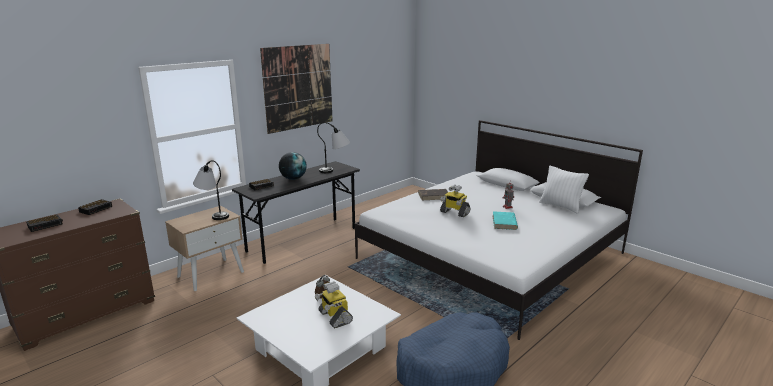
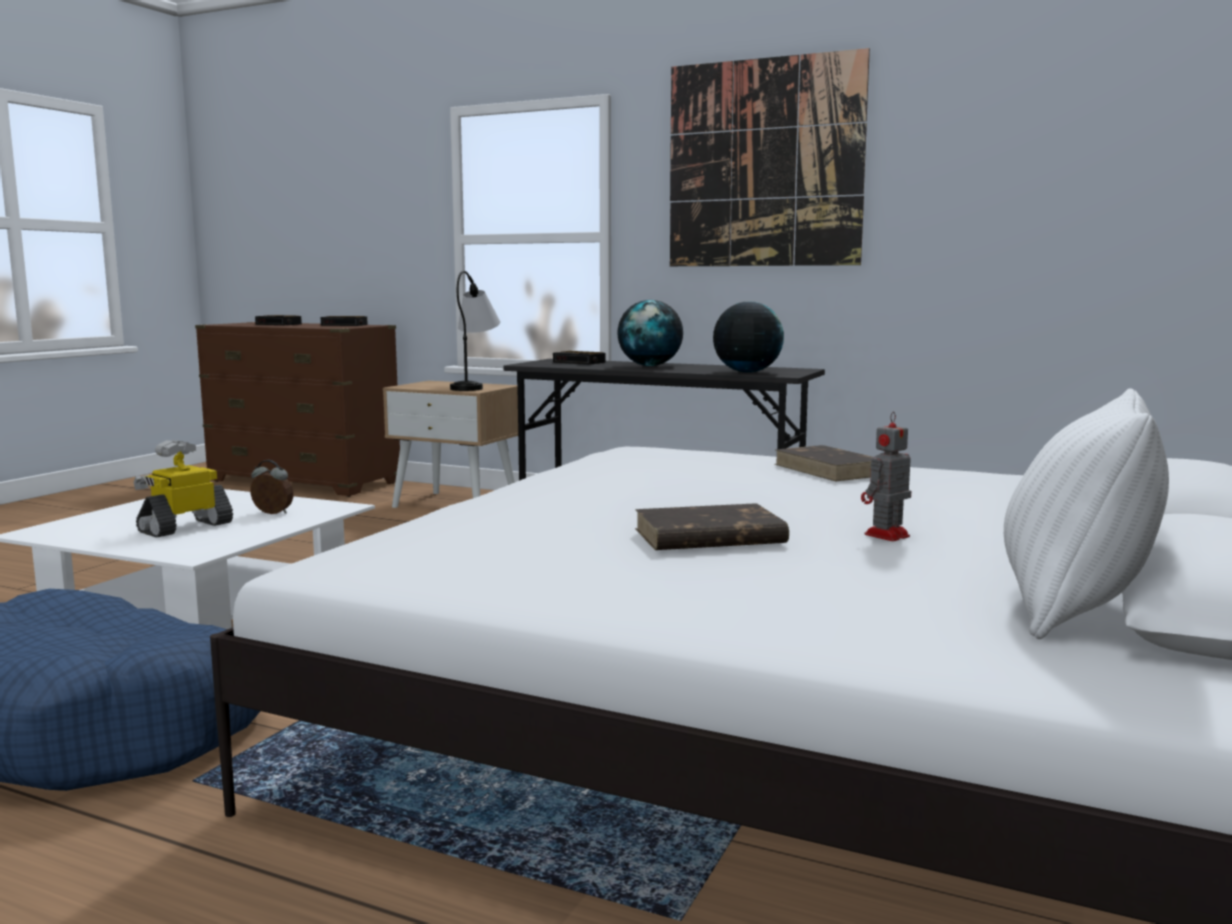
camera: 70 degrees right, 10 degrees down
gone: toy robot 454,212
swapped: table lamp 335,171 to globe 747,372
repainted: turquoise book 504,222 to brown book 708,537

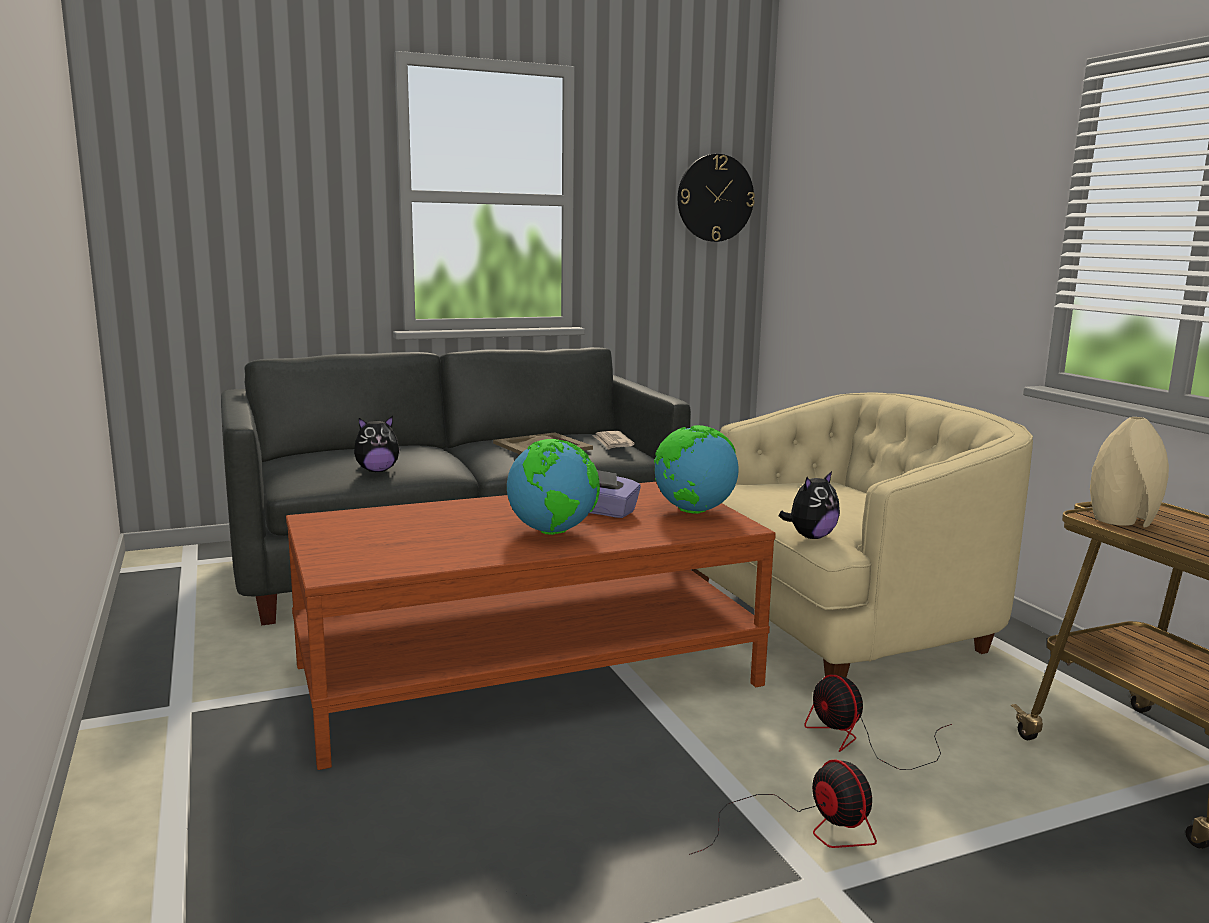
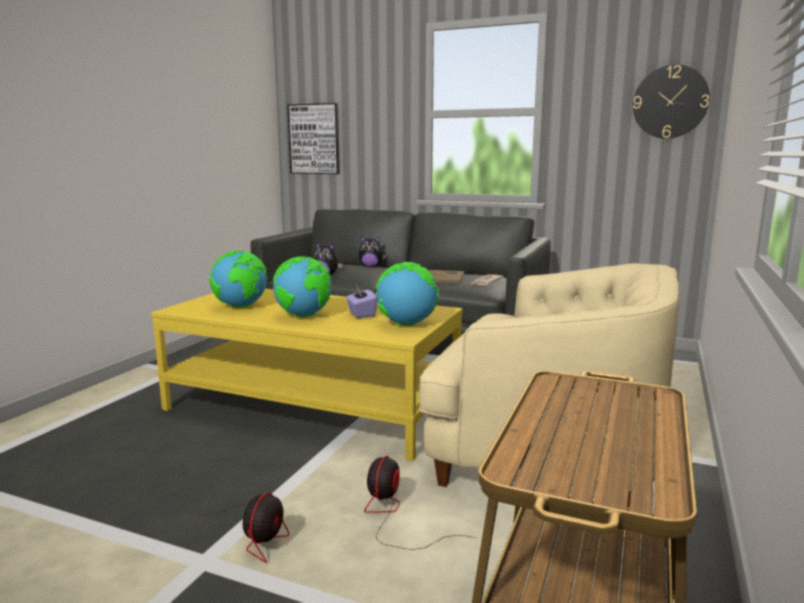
camera: 45 degrees right, 0 degrees up
gone: beige vase 1124,521
new: picture 314,139; globe 241,307
shifted: plush toy 810,537 to 371,266
repainted: brown coffee table 529,675 to yellow coffee table 313,407

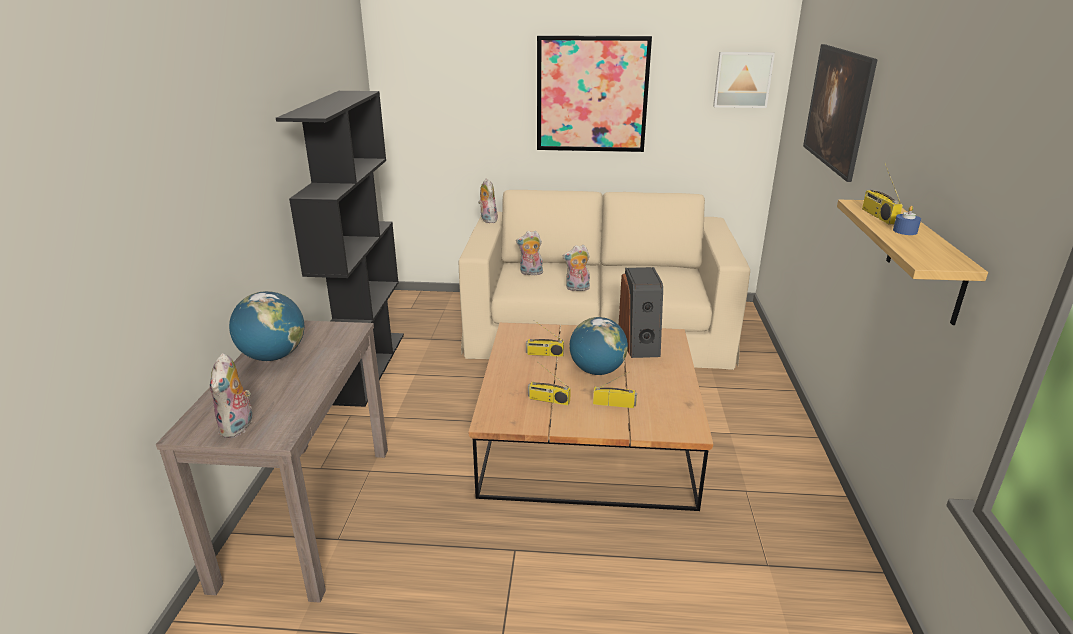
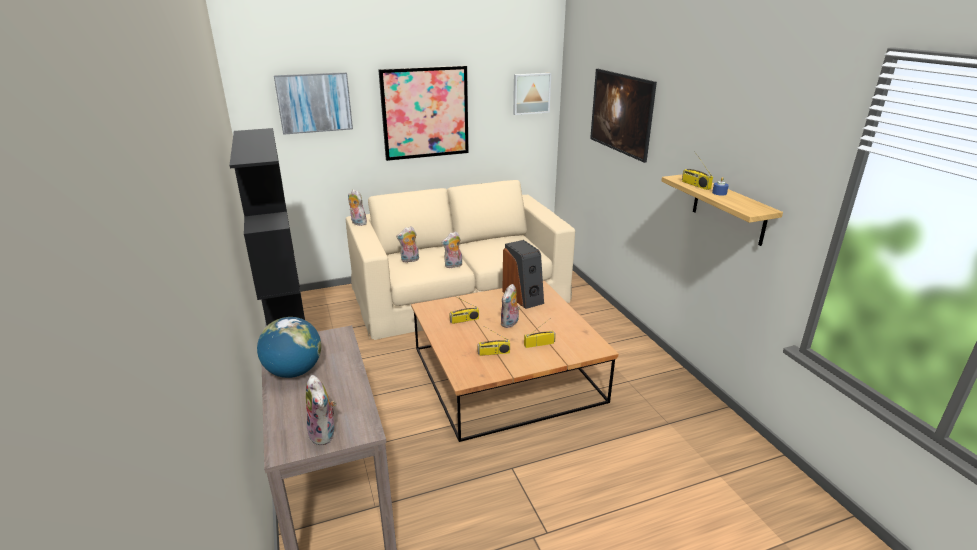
camera: 25 degrees left, 0 degrees up
new: picture 314,103
swapped: globe 597,371 to plush toy 510,323

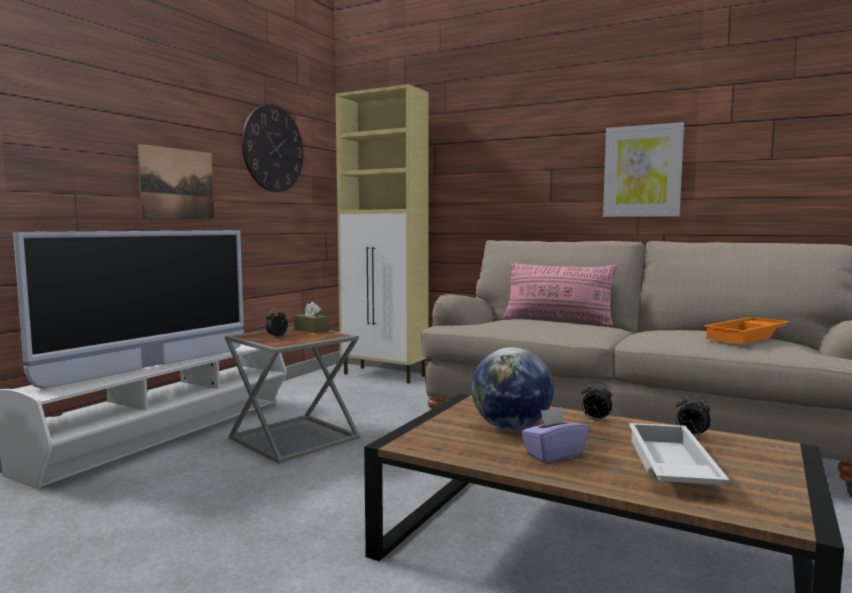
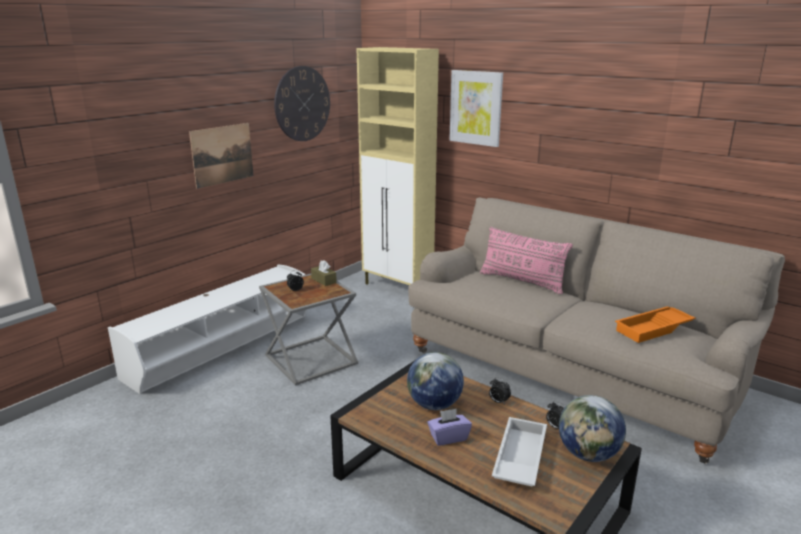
camera: 10 degrees right, 15 degrees up
gone: television 151,367
new: globe 588,454
shifted: picture 642,171 to 476,108

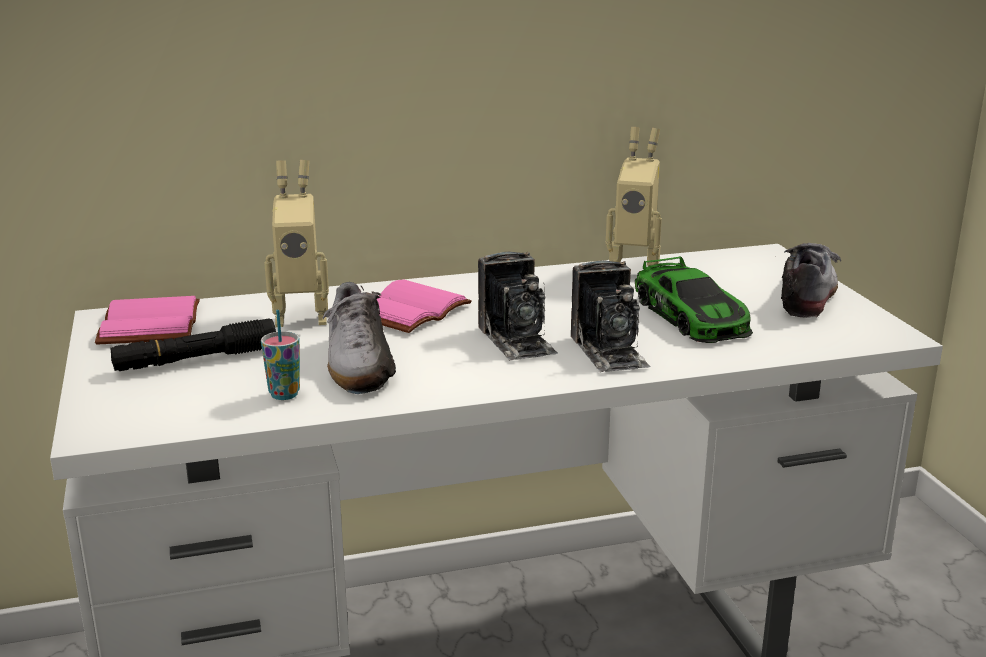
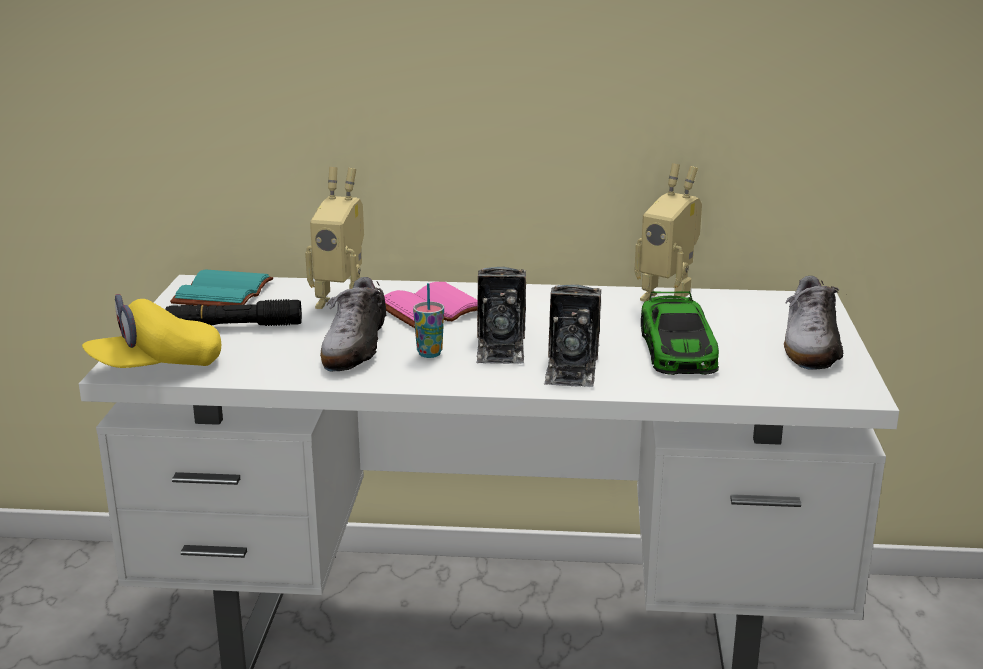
camera: 20 degrees right, 0 degrees up
new: yellow cap 156,368
shifted: cup 284,394 to 429,354
repainted: pink book 147,324 to turquoise book 221,292
rotated: shoe 807,296 = 810,345 150 degrees clockwise

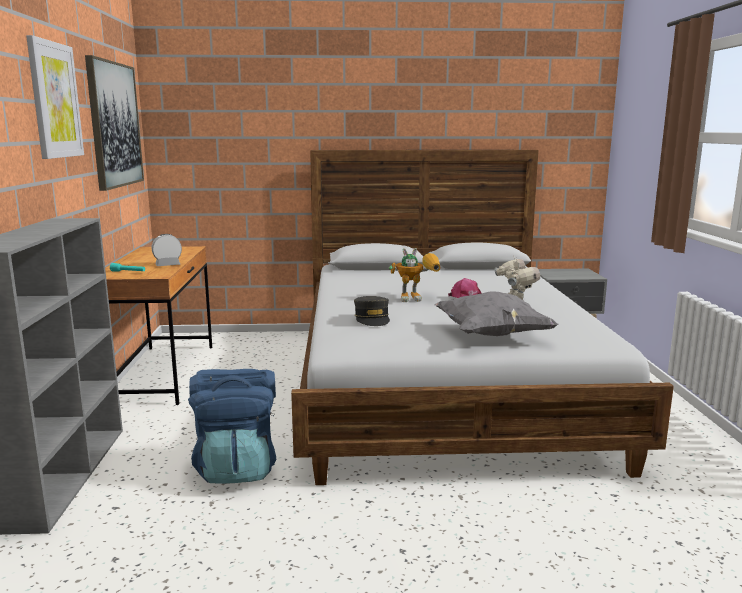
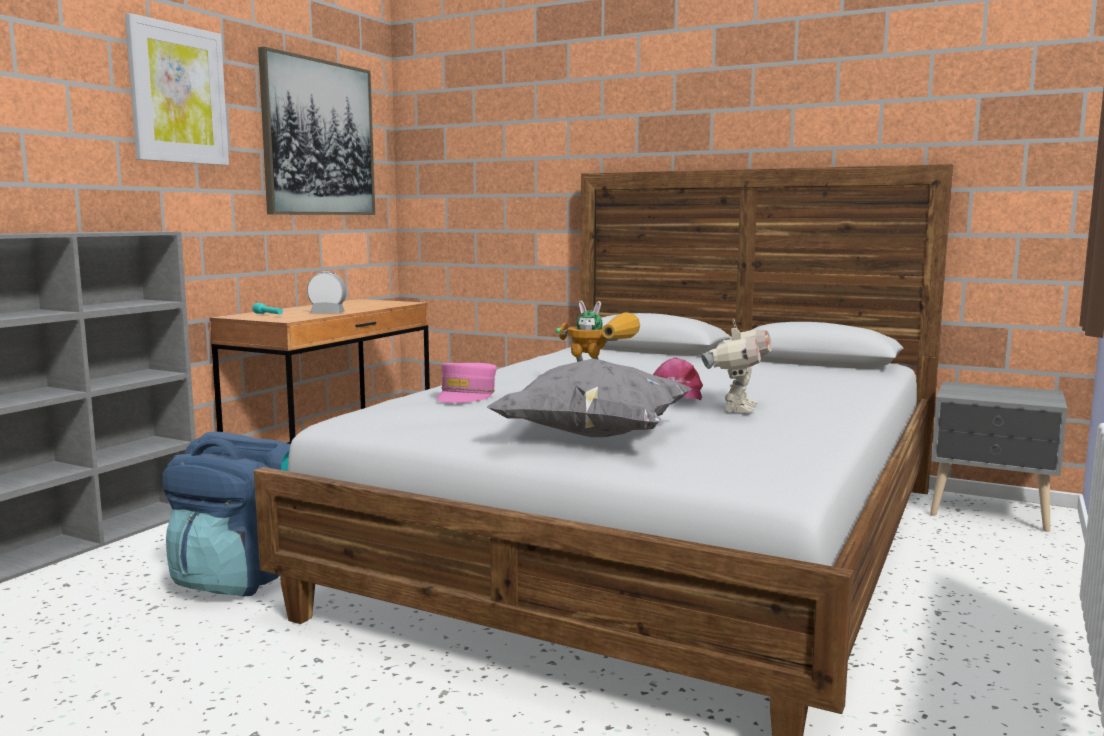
camera: 30 degrees right, 5 degrees down
repainted: grey cap 372,319 to pink cap 466,396

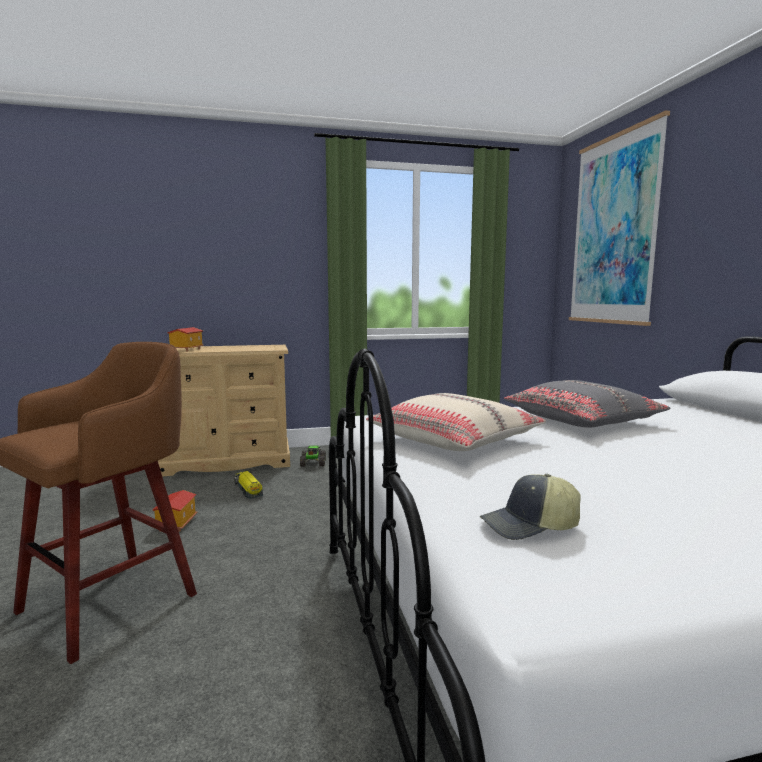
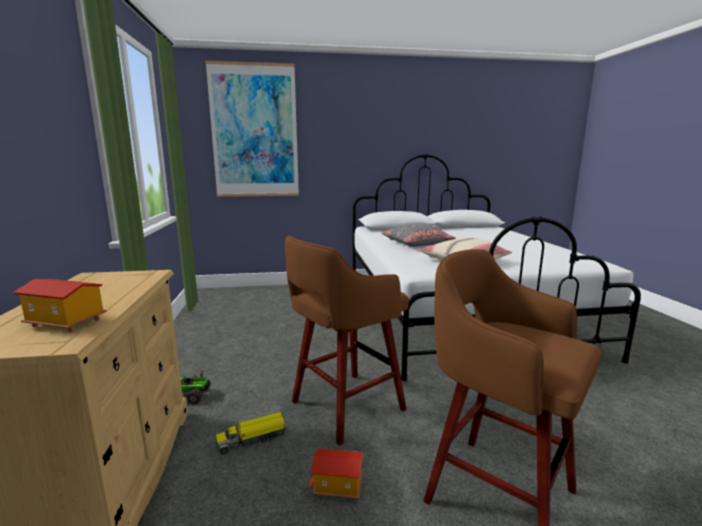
camera: 85 degrees left, 5 degrees up
gone: cap 530,527
new: brown stool 344,407

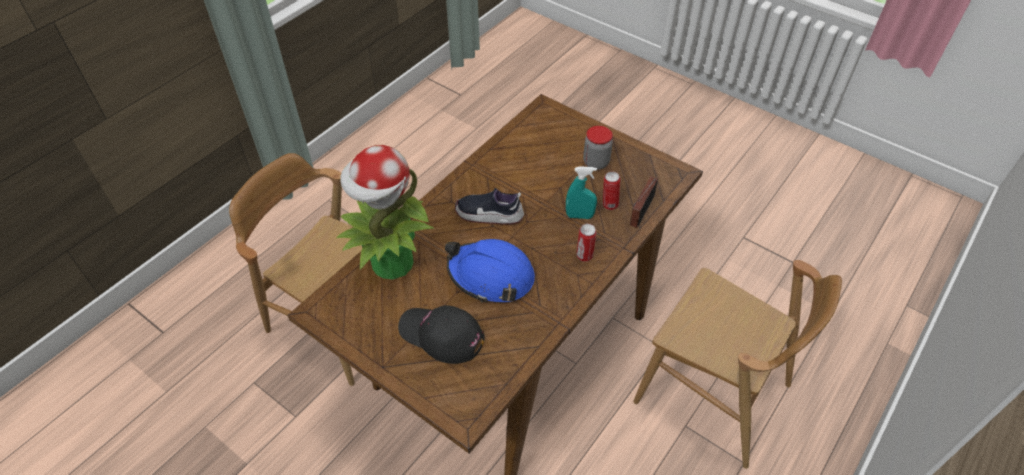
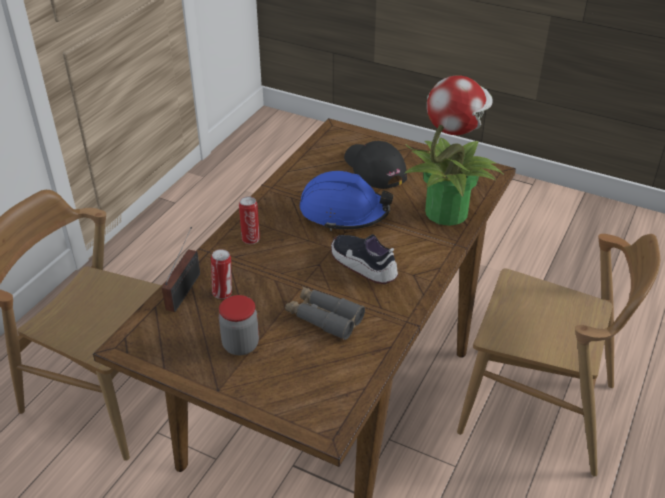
camera: 170 degrees right, 10 degrees down
gone: turquoise spray bottle 579,216
new: grey binoculars 324,318
rotated: shoe 489,215 = 363,265 135 degrees counterclockwise; black cap 441,335 = 374,168 135 degrees counterclockwise

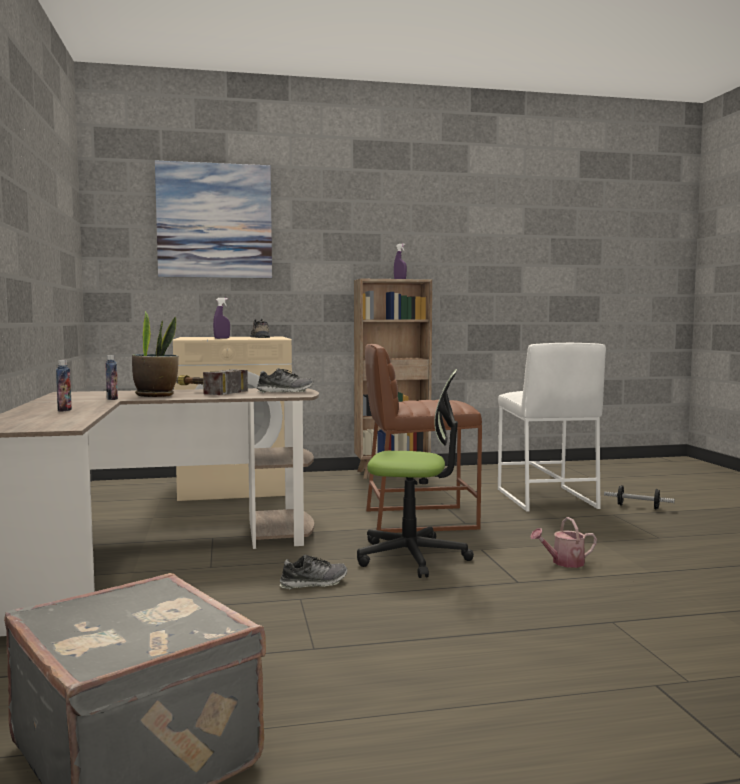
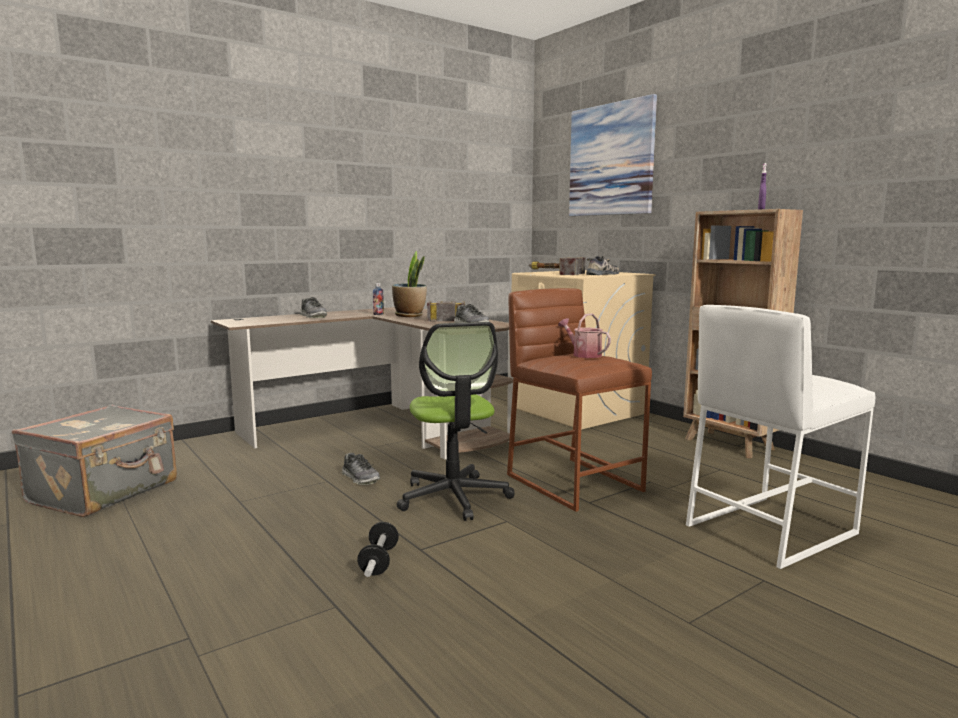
camera: 65 degrees right, 5 degrees up
shifted: dumbbell 638,507 to 379,562; watering can 564,562 to 583,354
swapped: purple spray bottle 222,338 to hammer 553,273; bottle 64,410 to shoe 313,317

